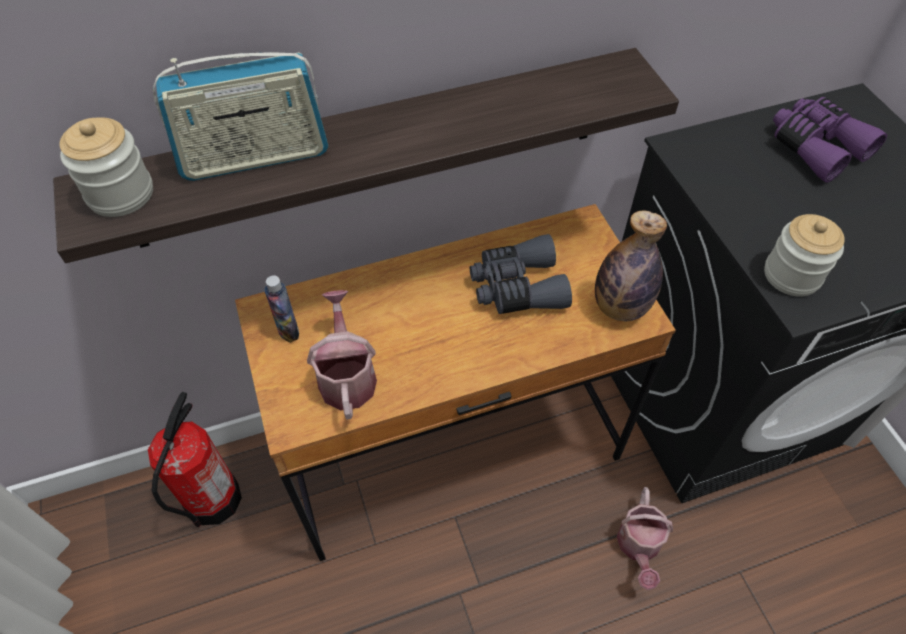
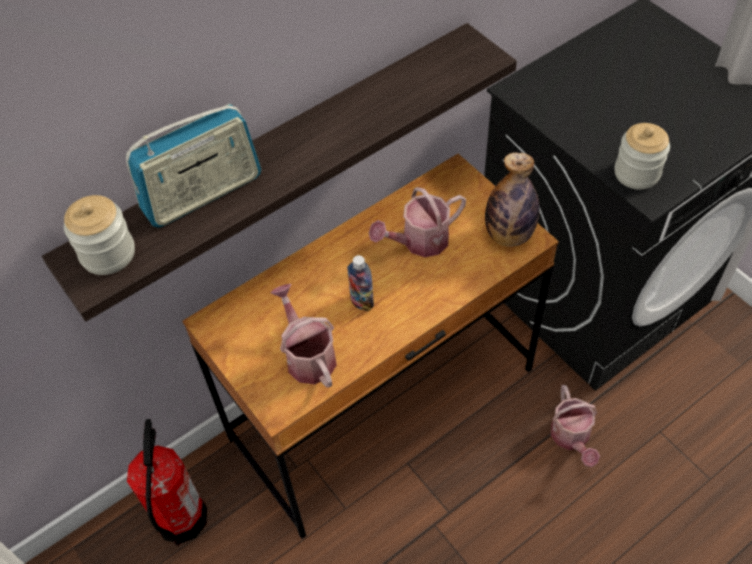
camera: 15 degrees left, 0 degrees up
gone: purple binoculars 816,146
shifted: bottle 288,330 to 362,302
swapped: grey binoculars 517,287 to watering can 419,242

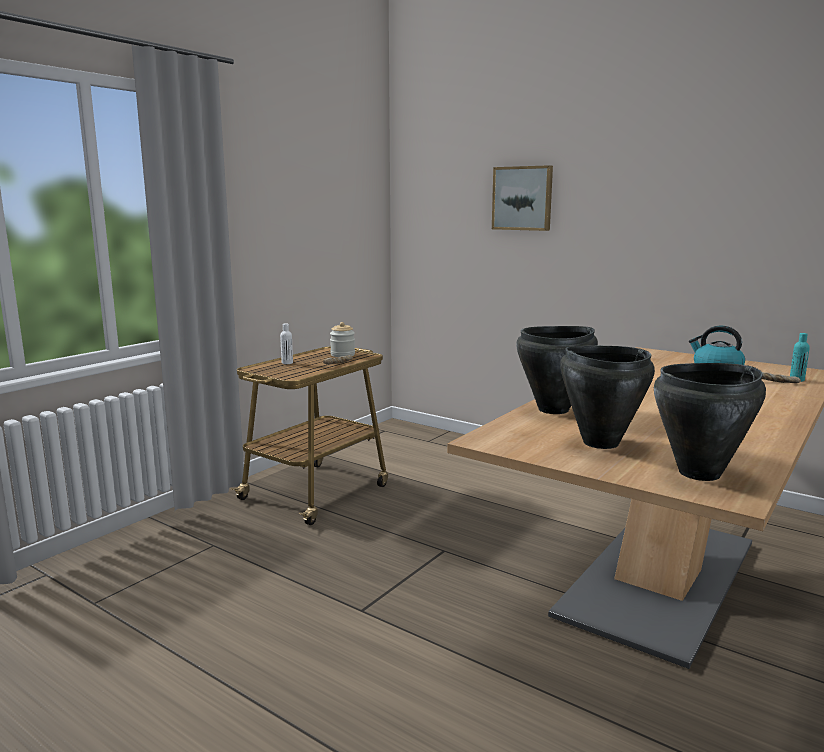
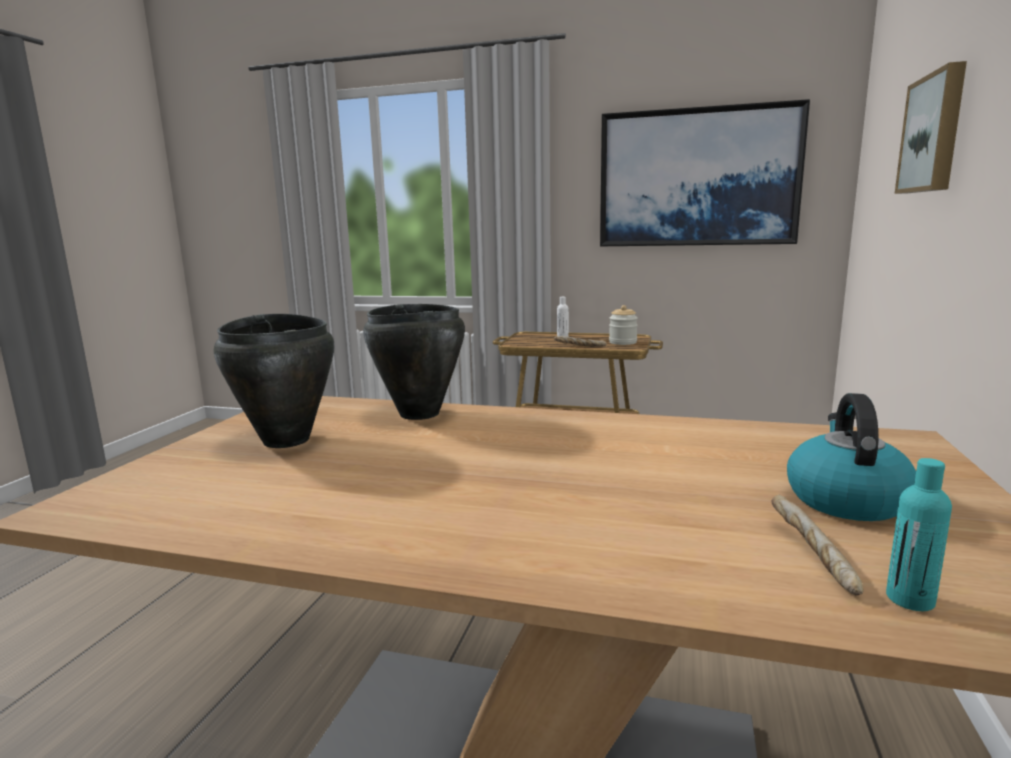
camera: 70 degrees right, 0 degrees up
gone: black cooking pot 700,473
new: picture 697,178

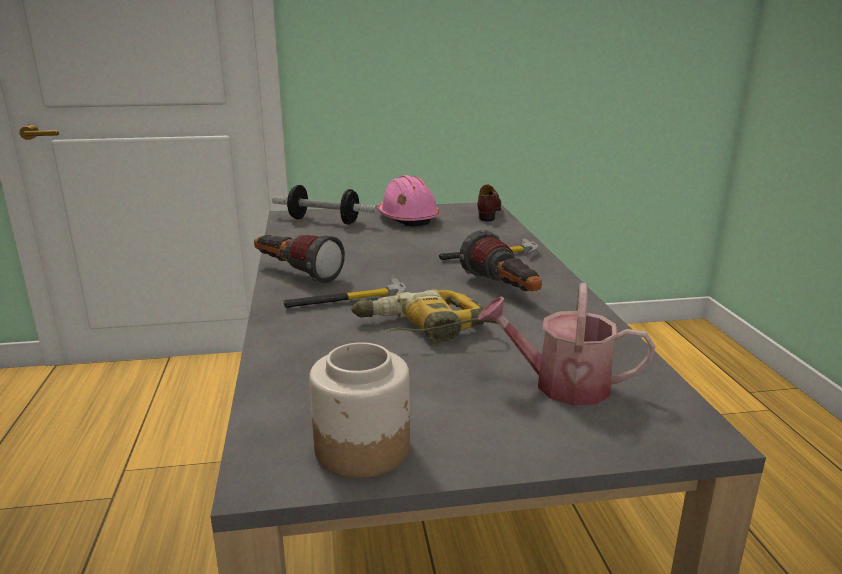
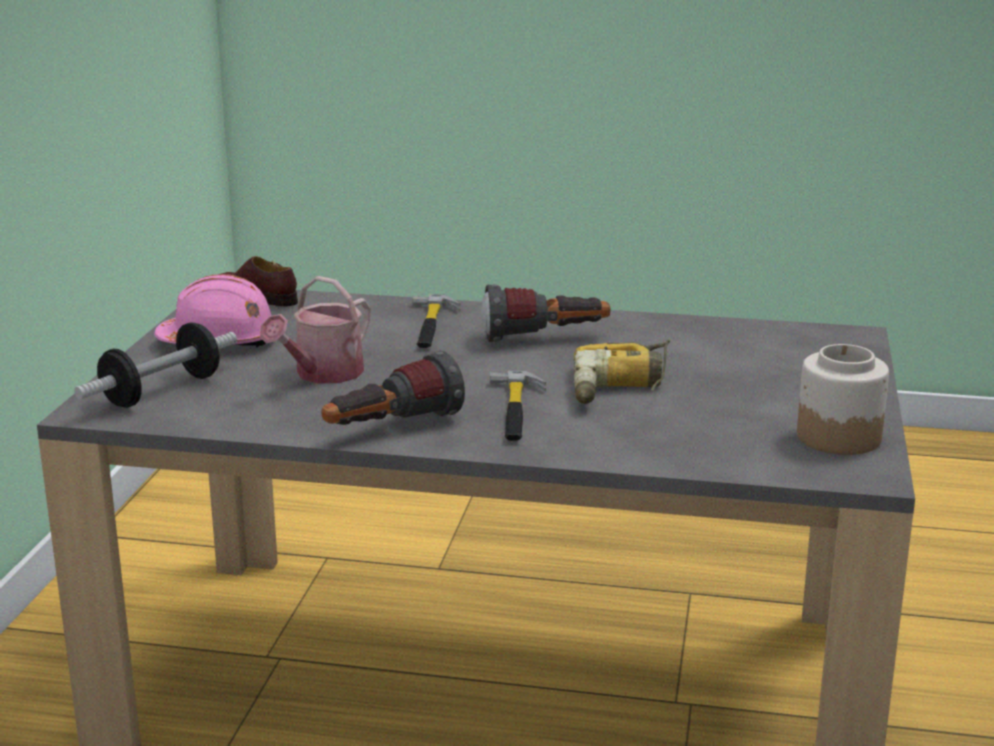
camera: 70 degrees left, 0 degrees up
shifted: watering can 560,384 to 323,374

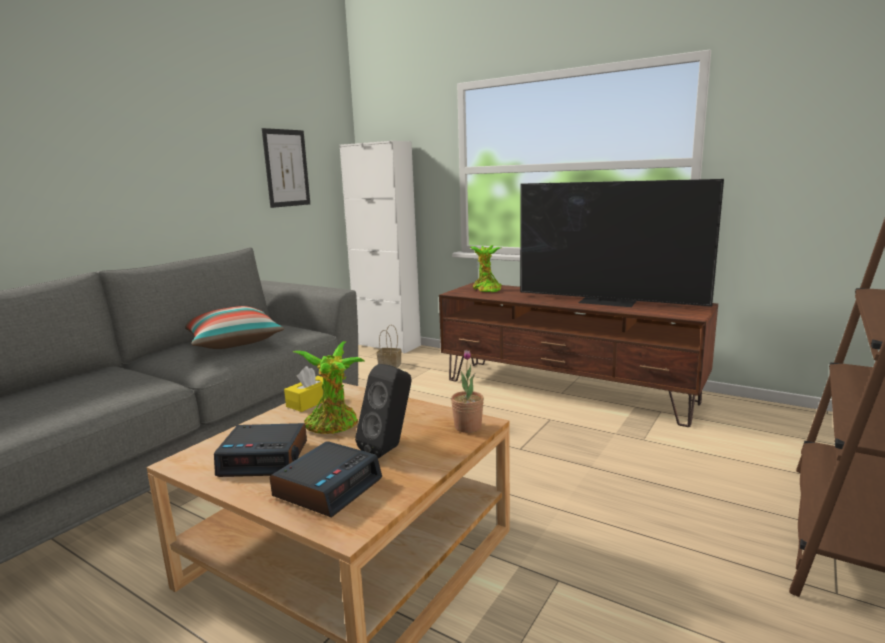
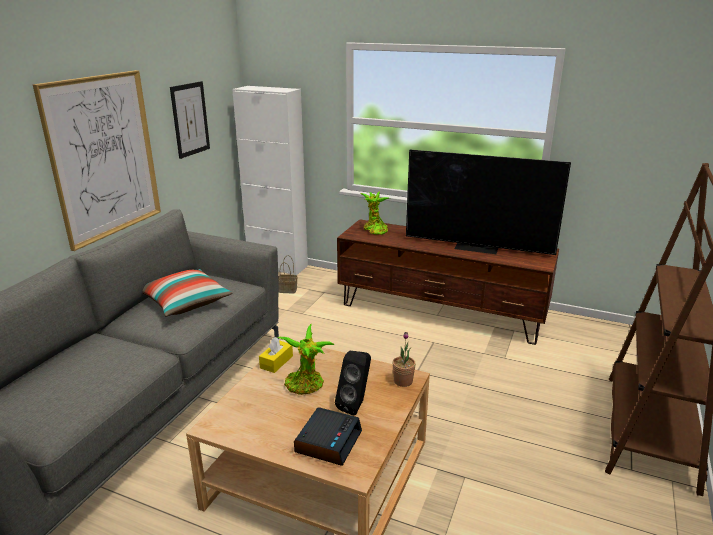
camera: 10 degrees left, 10 degrees up
gone: alarm clock 265,458
new: picture 104,157

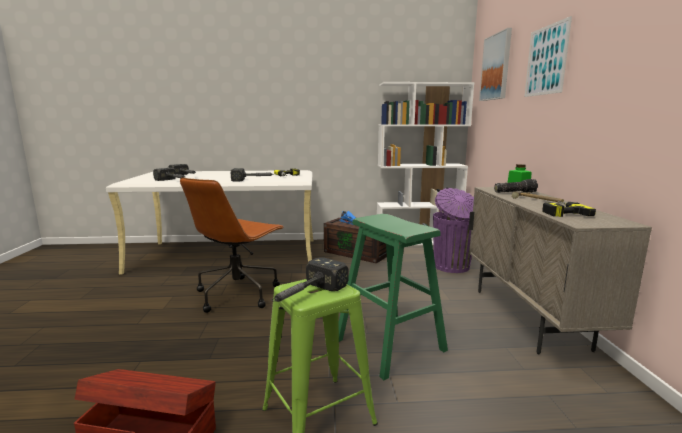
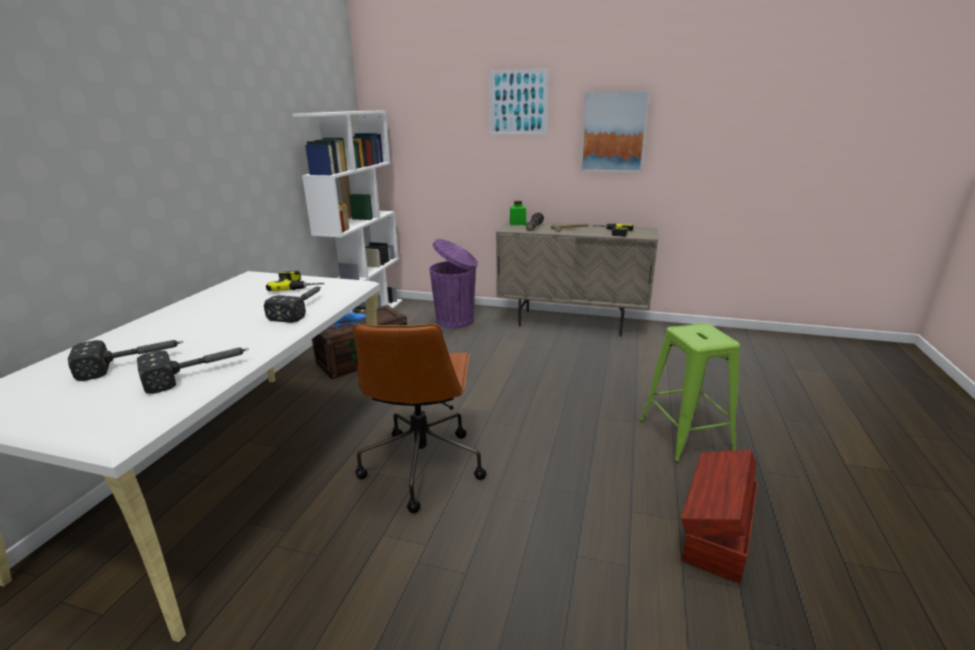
camera: 70 degrees left, 10 degrees up
gone: green stool 390,345; hammer 306,295
shifted: picture 496,67 to 613,132
rotated: brown office chair 238,293 = 422,465 45 degrees clockwise

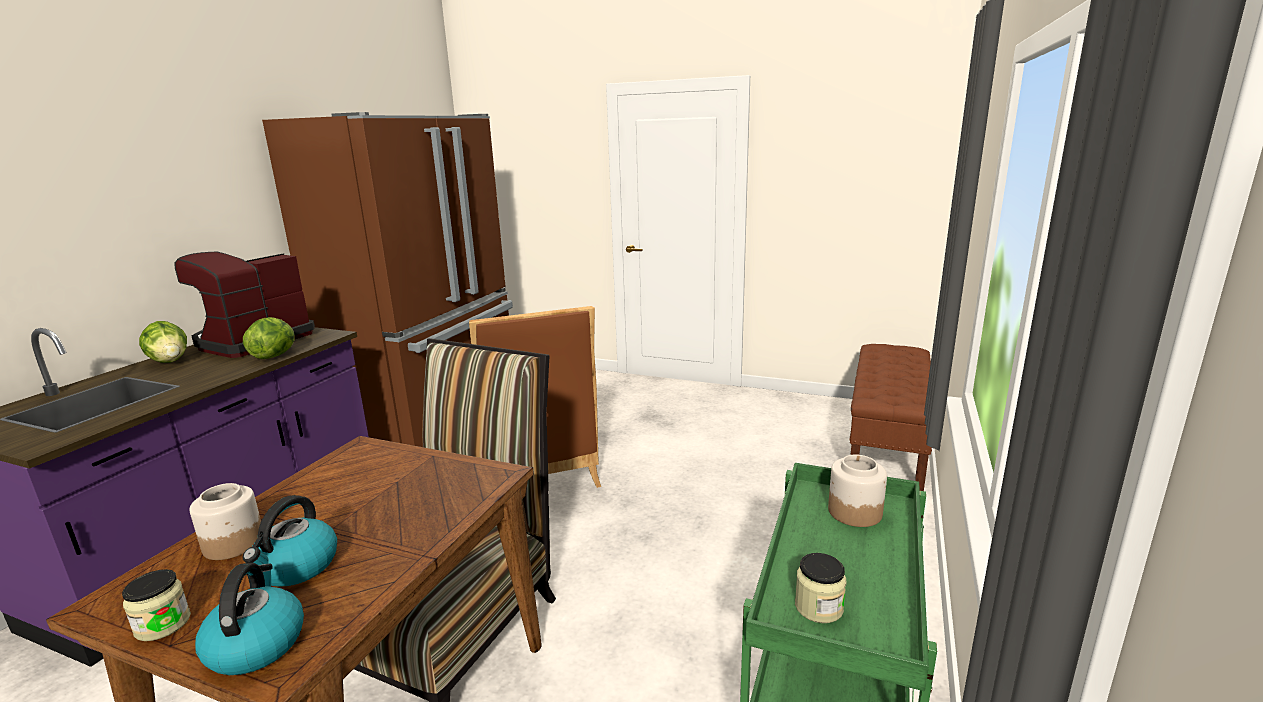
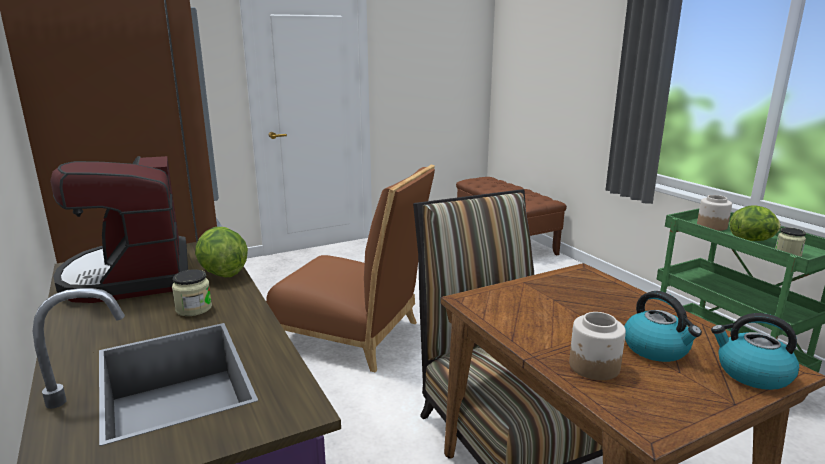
camera: 50 degrees left, 0 degrees up
shifted: lettuce 170,361 to 752,240; jar 163,624 to 194,308

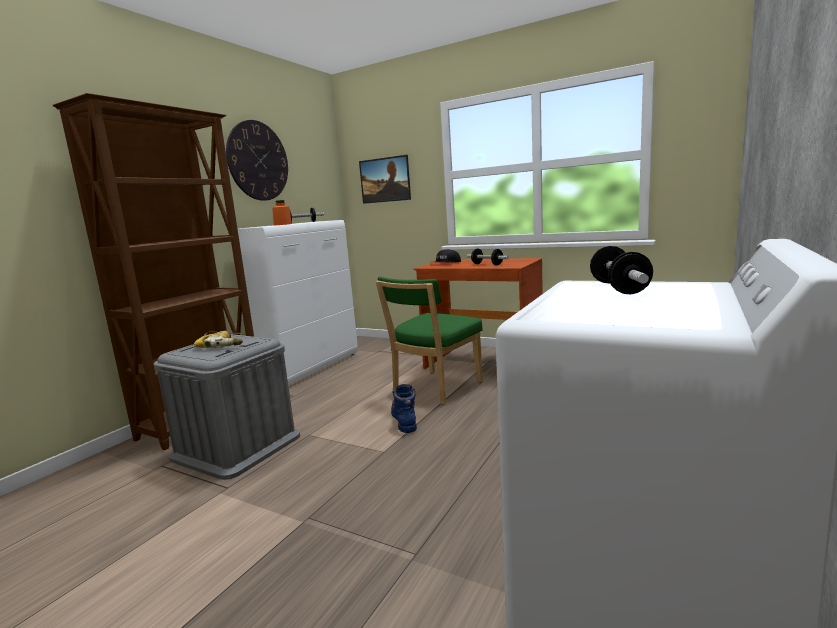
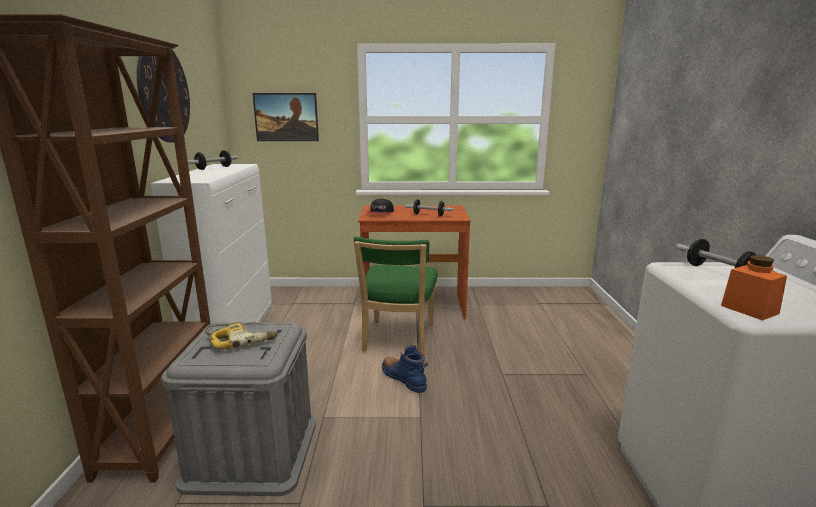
camera: 30 degrees left, 5 degrees up
shifted: orange jar 283,224 to 749,309

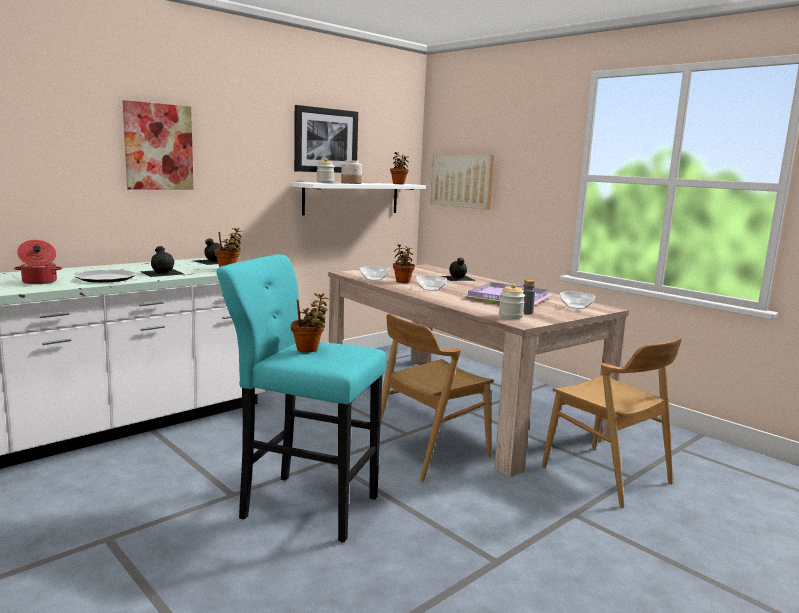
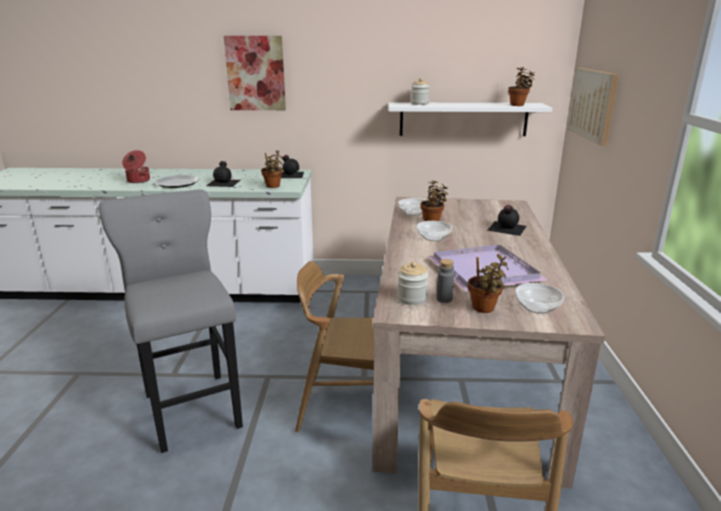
camera: 45 degrees right, 10 degrees up
gone: picture 325,140; jar 351,183
shifted: potted plant 309,350 to 484,309
repainted: turquoise stool 304,505 to grey stool 192,407

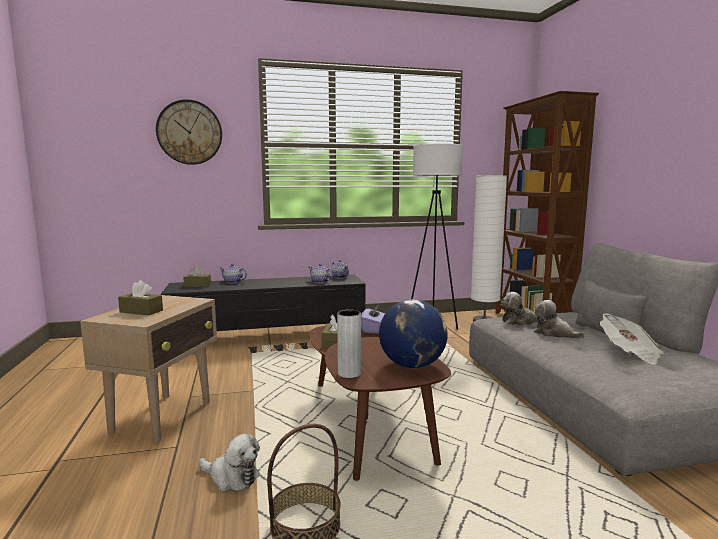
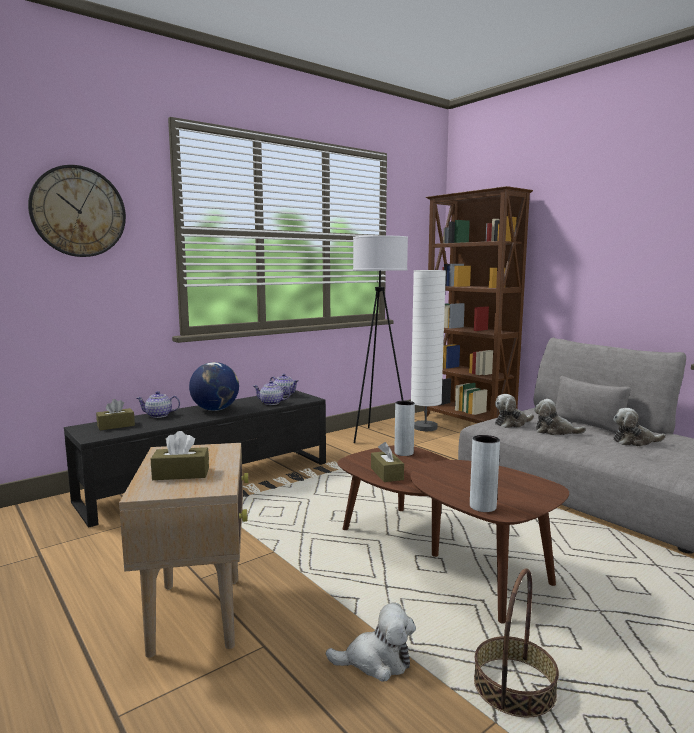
camera: 25 degrees left, 0 degrees up
shifted: globe 412,365 to 215,409
swapped: purple tissue box 373,329 to grey vase 404,453; newspaper 630,353 to plush toy 634,441

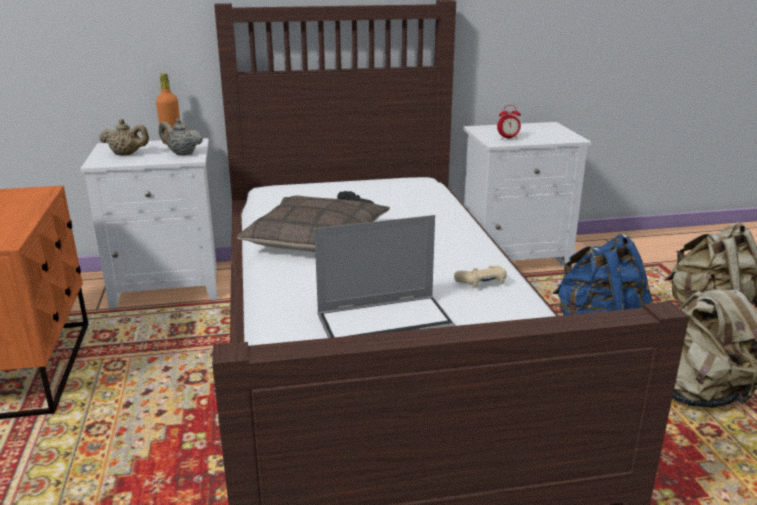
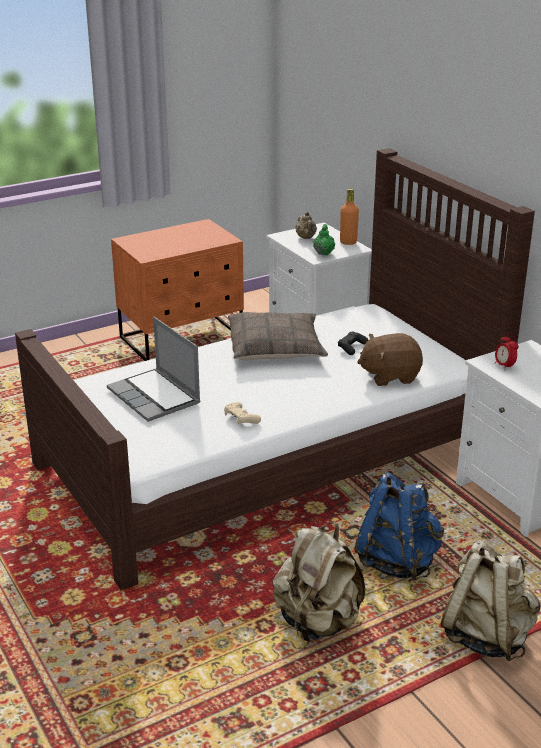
camera: 70 degrees right, 5 degrees up
new: brown plush toy 390,376
repainted: beige teapot 181,154 to green teapot 323,253

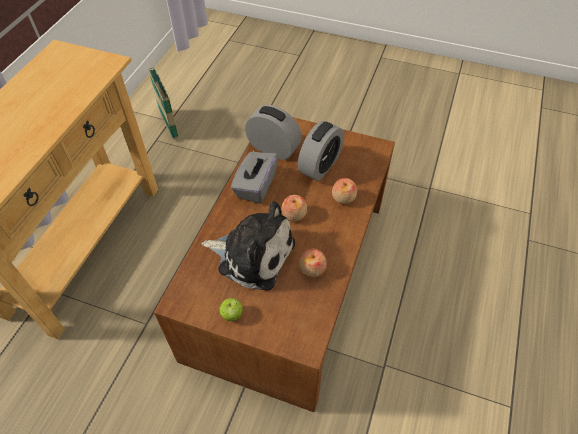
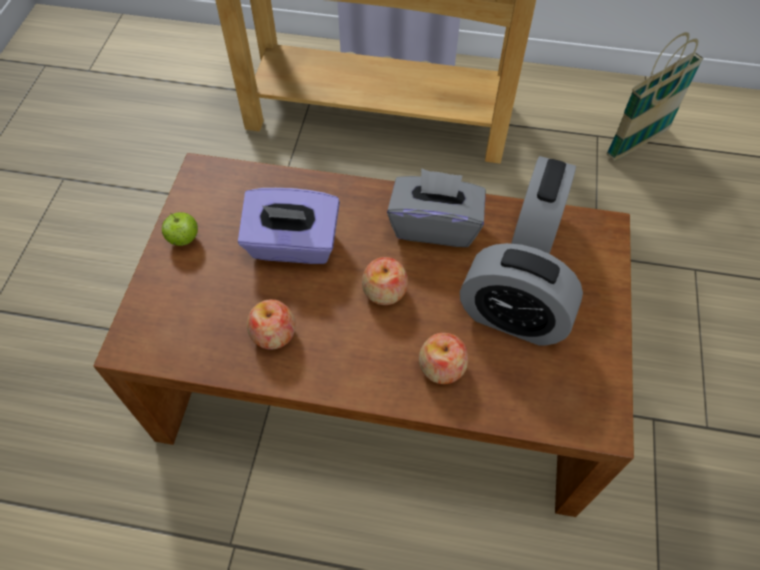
camera: 80 degrees right, 5 degrees up
swapped: plush toy 252,254 to purple tissue box 293,245

